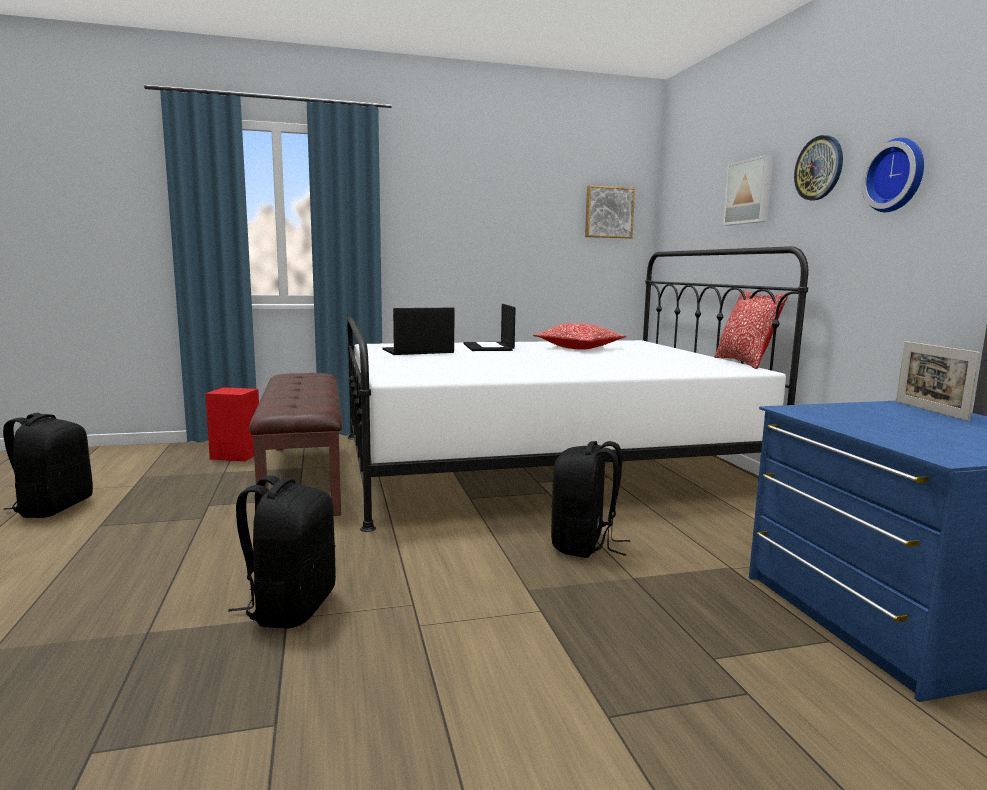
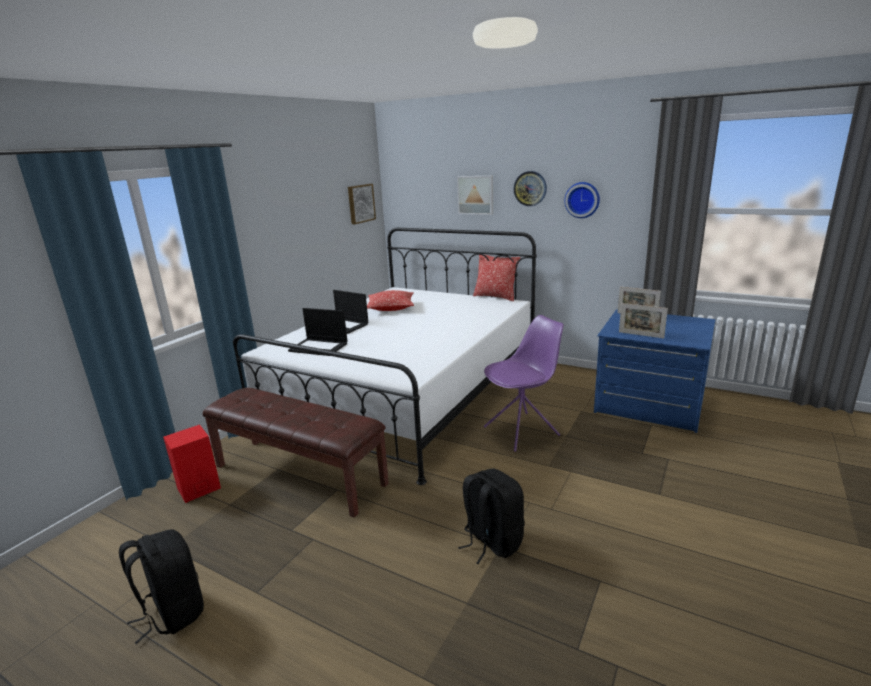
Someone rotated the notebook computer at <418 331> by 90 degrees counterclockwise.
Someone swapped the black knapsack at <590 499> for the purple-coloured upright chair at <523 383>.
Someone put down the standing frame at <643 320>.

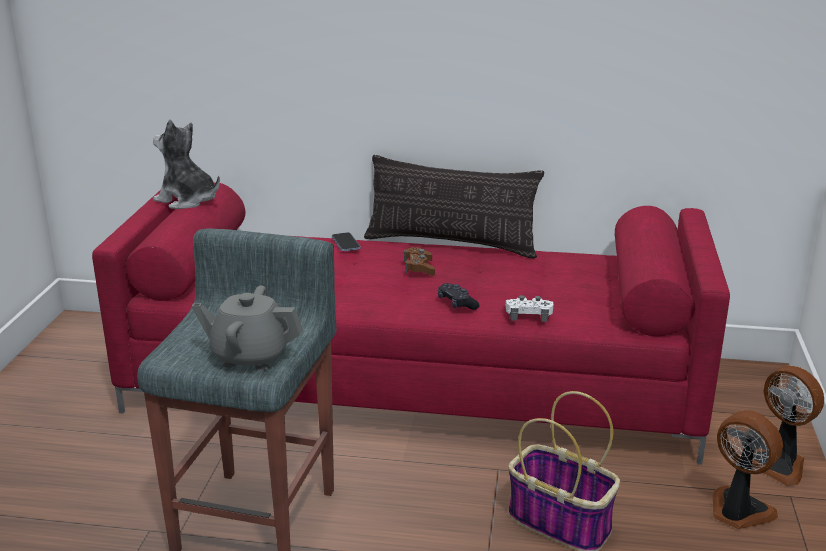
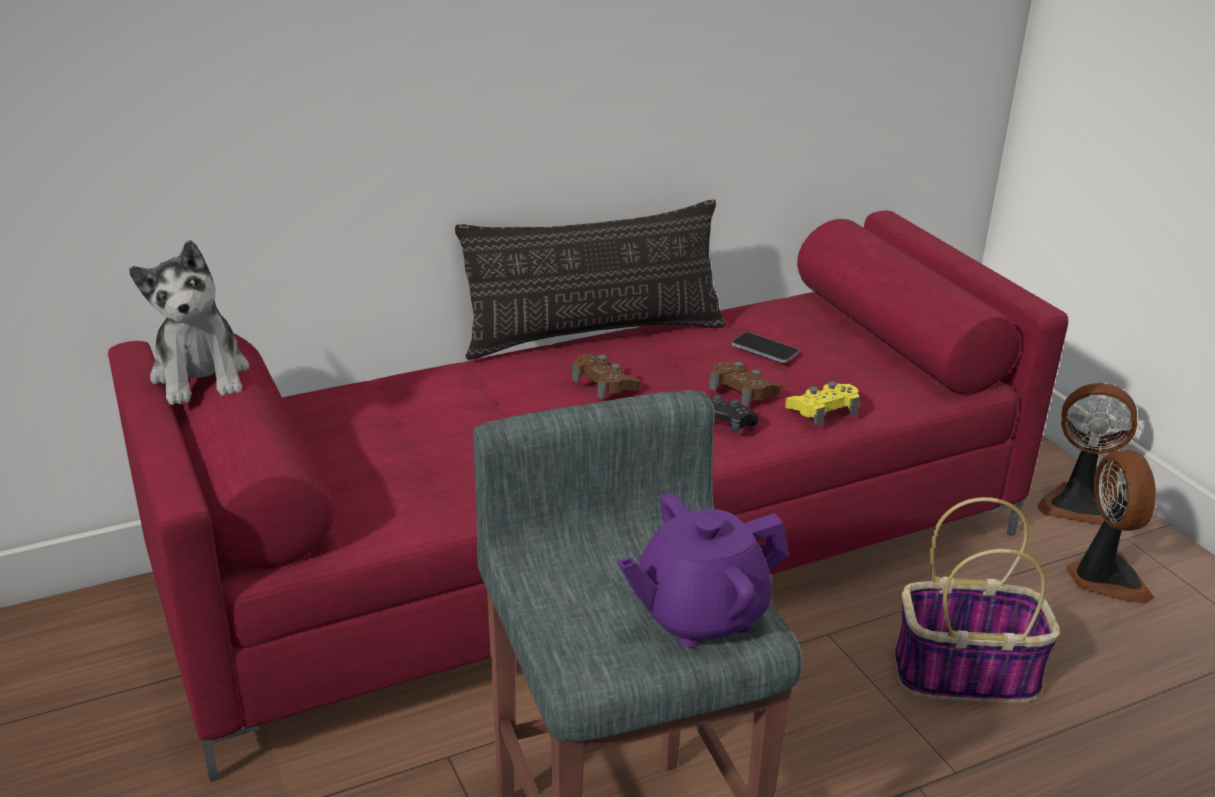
Someone rotated the soft toy at <186 164> by 105 degrees counterclockwise.
Someone carried the handset from <346 241> to <765 347>.
Someone repainted the grey teapot at <247 328>, which became the purple-coloured teapot at <703 570>.
Someone repainted the white-coloured game controller at <529 308>, which became the yellow-coloured game controller at <822 403>.
Someone rotated the fan at <748 469> by 75 degrees clockwise.
Someone put down the brown-coloured game controller at <745 384>.

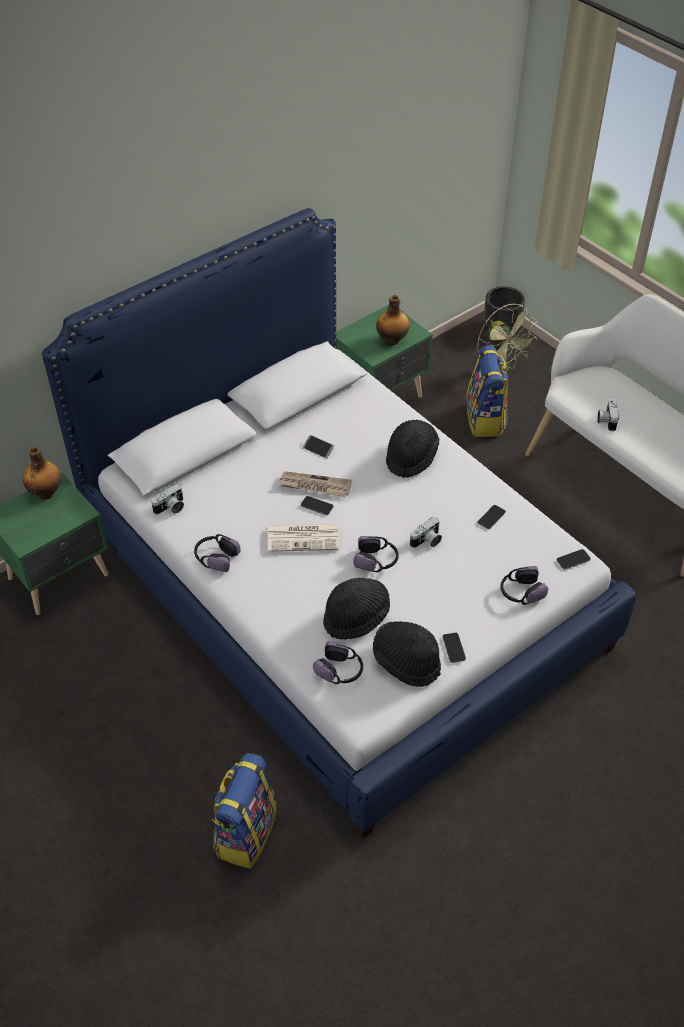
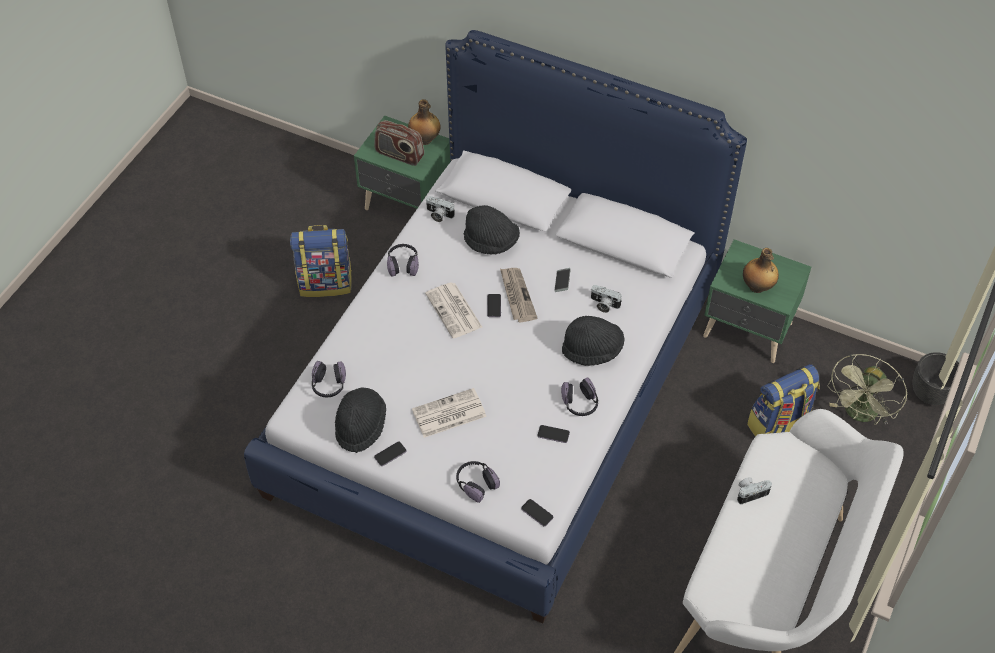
Someone carried the photo camera from <426 532> to <606 299>.
Someone carried the headphones from <376 554> to <579 396>.
Someone carried the black clothing hat from <356 609> to <492 230>.
Someone carried the knapsack from <244 811> to <321 261>.
Someone put down the radio set at <399 143>.
Someone put down the newspaper at <449 413>.

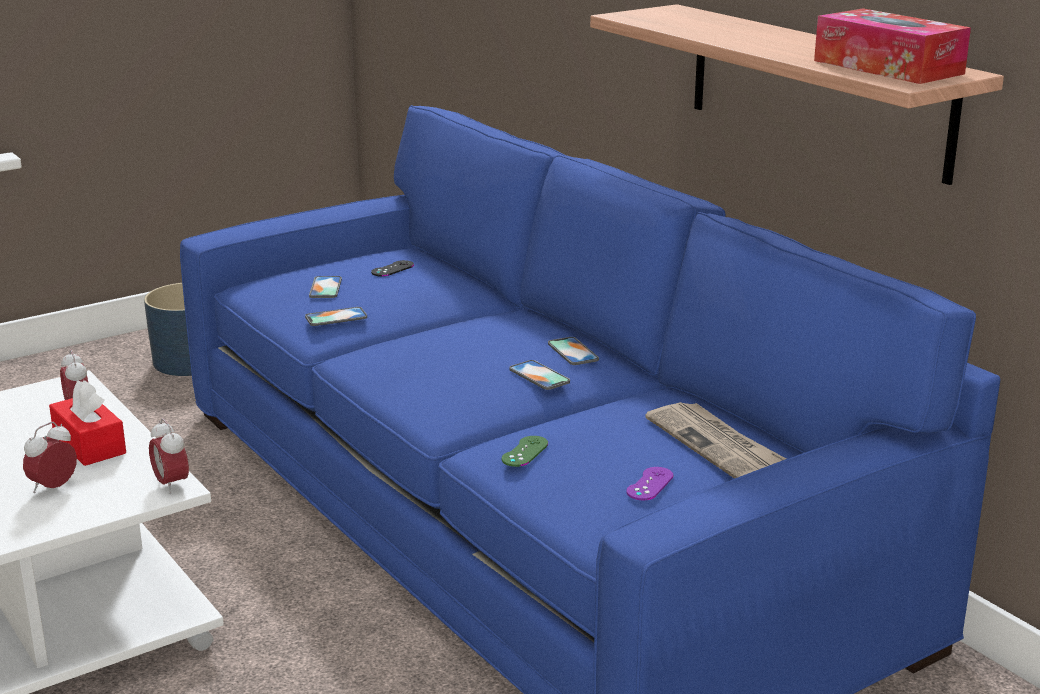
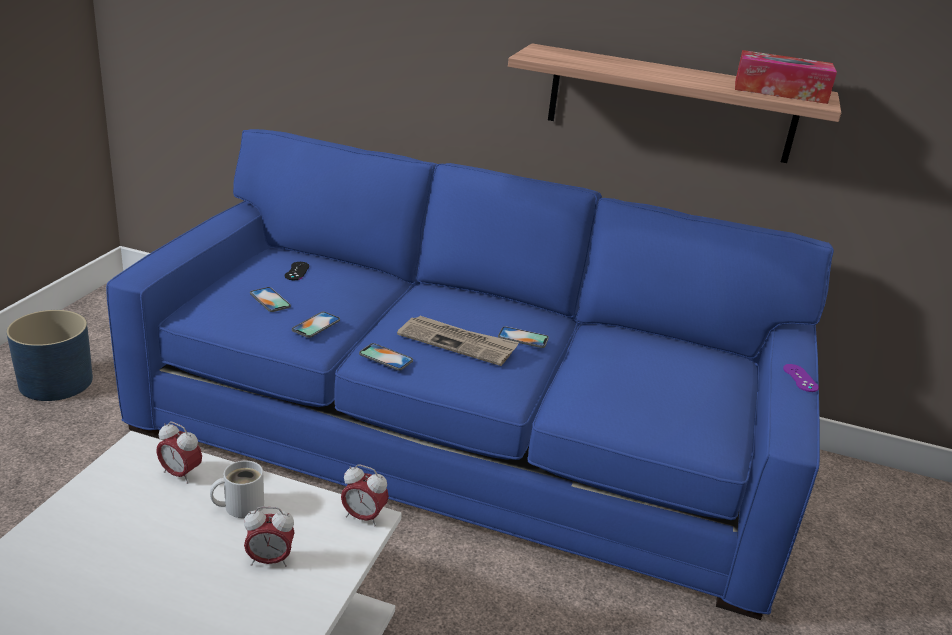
Someone carried the handset from <573 351> to <386 356>.
Someone swapped the reddish box of tissues at <87 423> for the white-coloured tea mug at <237 489>.
Someone carried the newspaper from <715 440> to <458 341>.
Someone rotated the bedside clock at <50 457> by 90 degrees counterclockwise.
Someone took away the green game controller at <525 451>.
Someone carried the purple-coloured game controller from <650 483> to <801 378>.

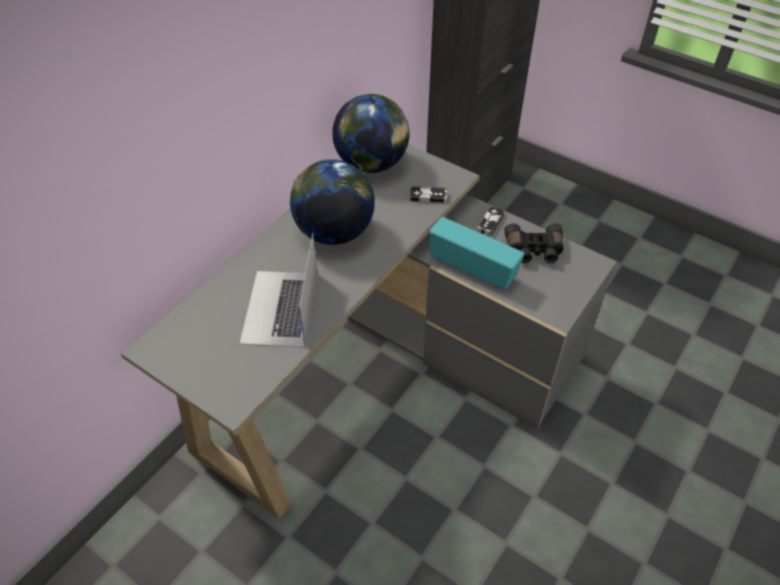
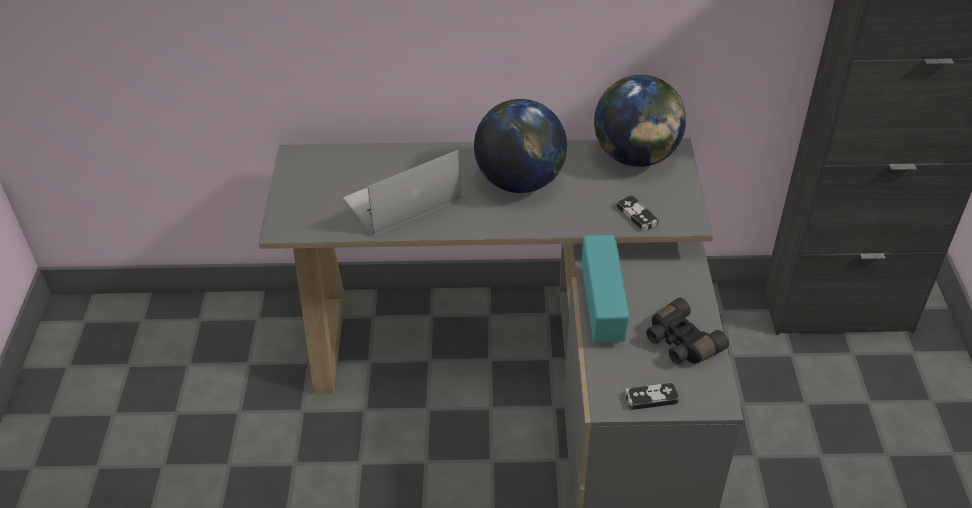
Someone carried the game controller from <491 221> to <652 396>.

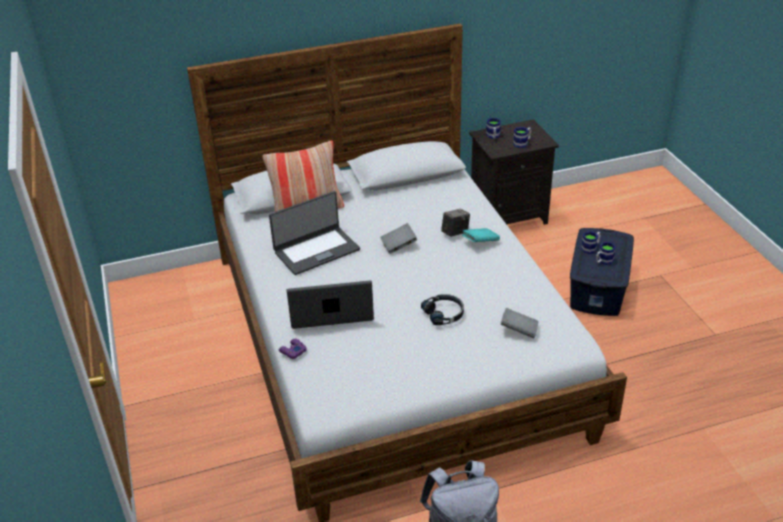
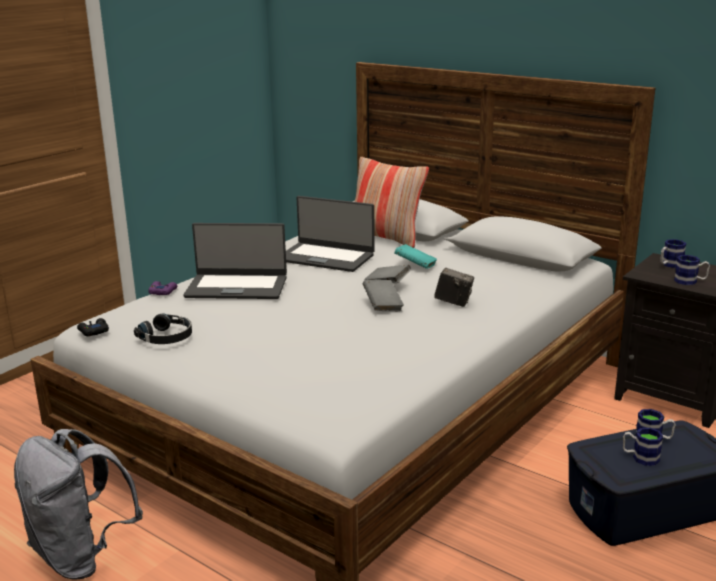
Someone carried the blue-green book from <481 235> to <415 256>.
Someone rotated the notebook computer at <330 304> by 135 degrees clockwise.
Someone carried the black headphones from <442 309> to <163 328>.
Someone carried the grey book from <520 323> to <383 295>.
Someone put down the black game controller at <93 327>.

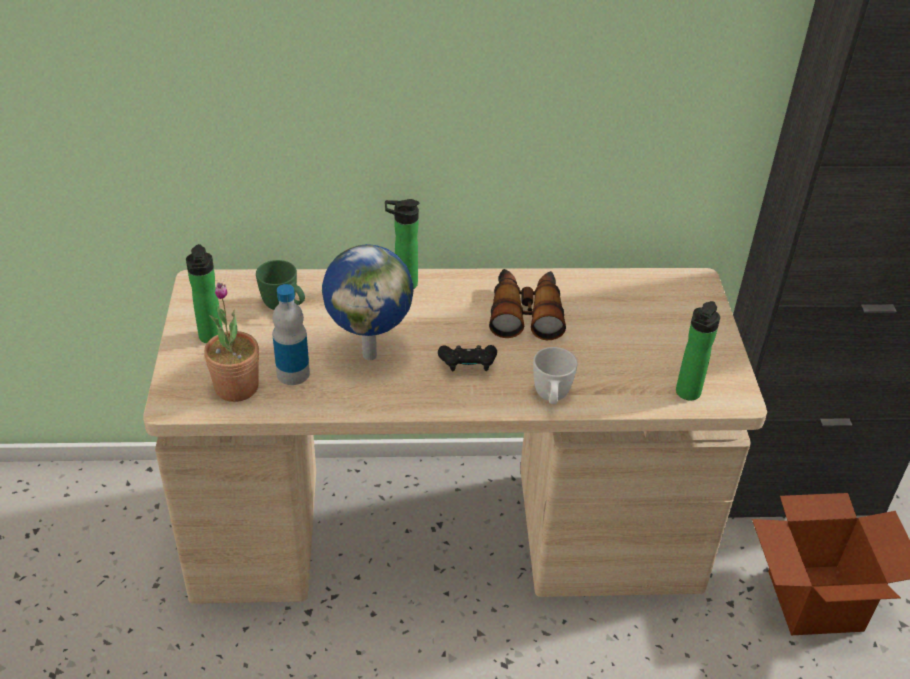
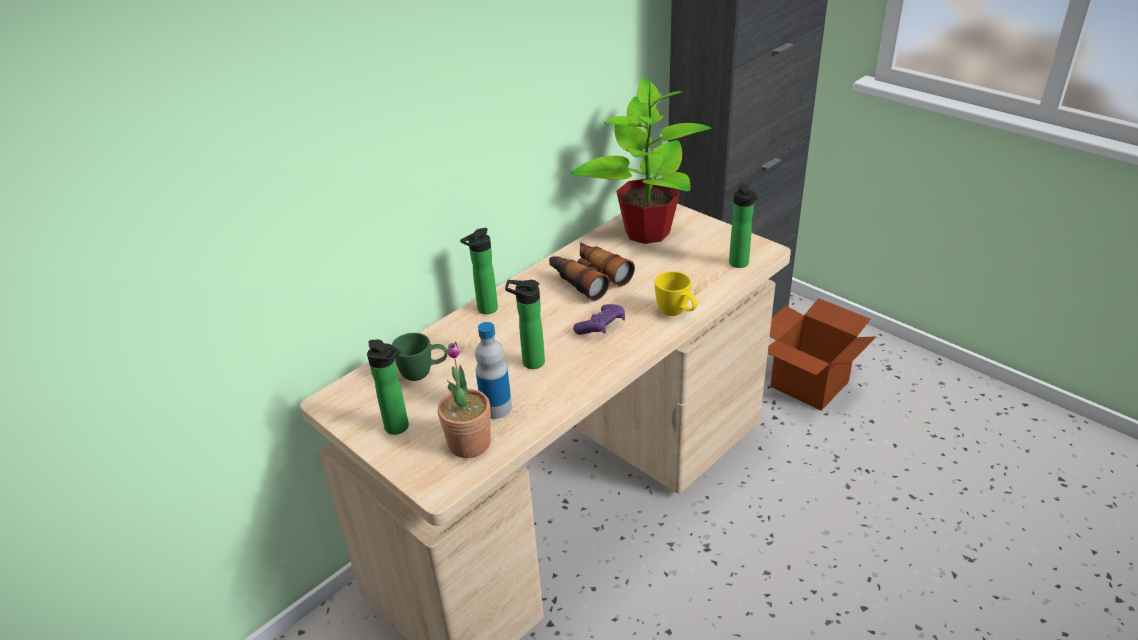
Someone swapped the world globe at <368 302> for the beverage bottle at <525 324>.
Someone repainted the black game controller at <467 358>, which became the purple-coloured game controller at <599 319>.
Someone repainted the white-coloured tea mug at <555 375>, which became the yellow-coloured tea mug at <676 293>.
Someone put down the potted plant at <640 160>.

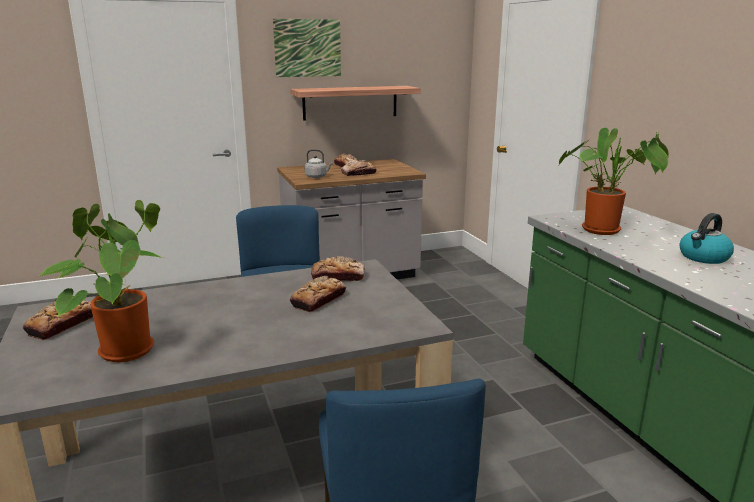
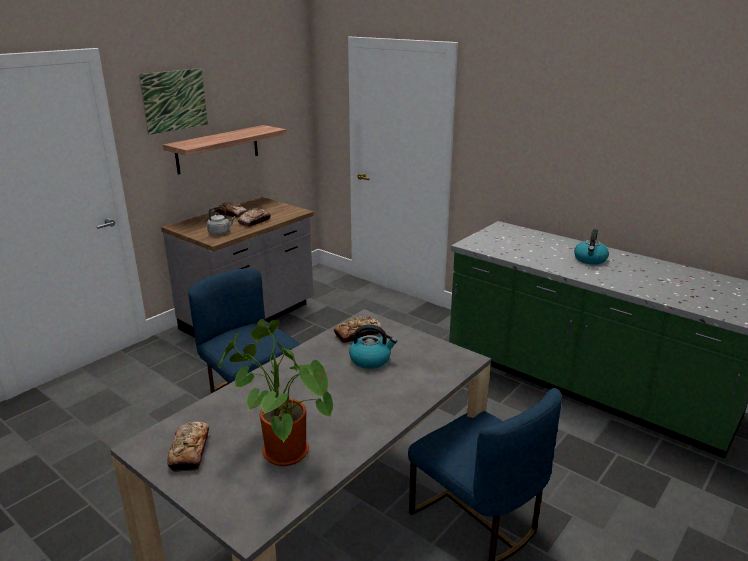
Someone took away the potted plant at <614 181>.
Someone swapped the baked bread at <318 294> for the kettle at <373 347>.

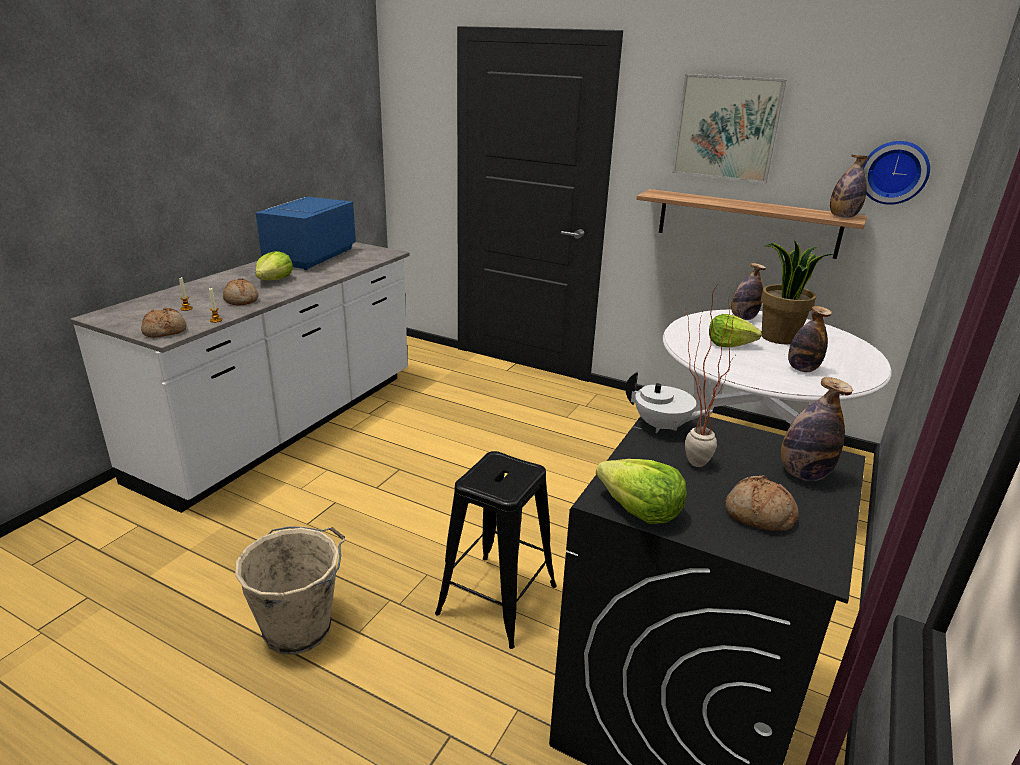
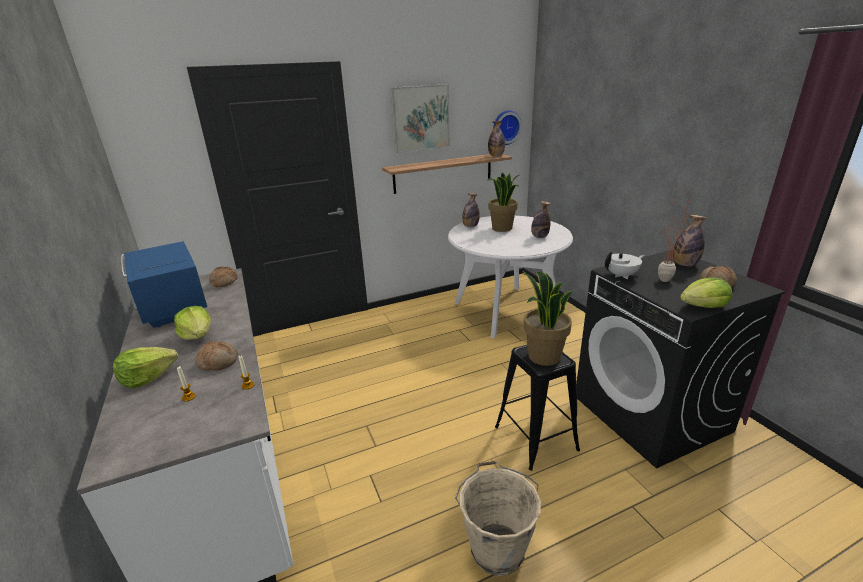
Someone carried the baked bread from <164 322> to <223 276>.
Someone carried the lettuce head from <735 330> to <145 367>.
Someone put down the potted plant at <548 318>.

